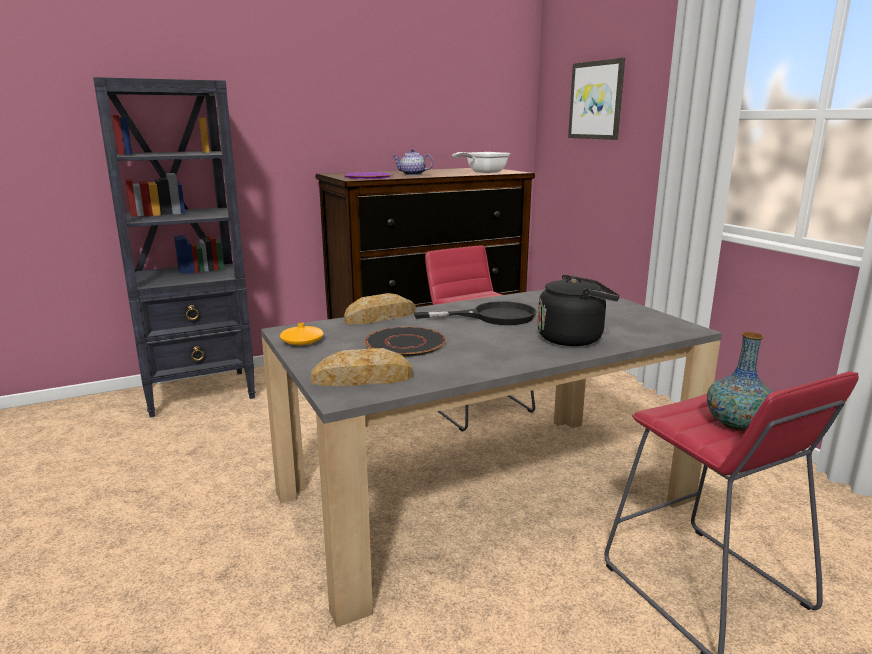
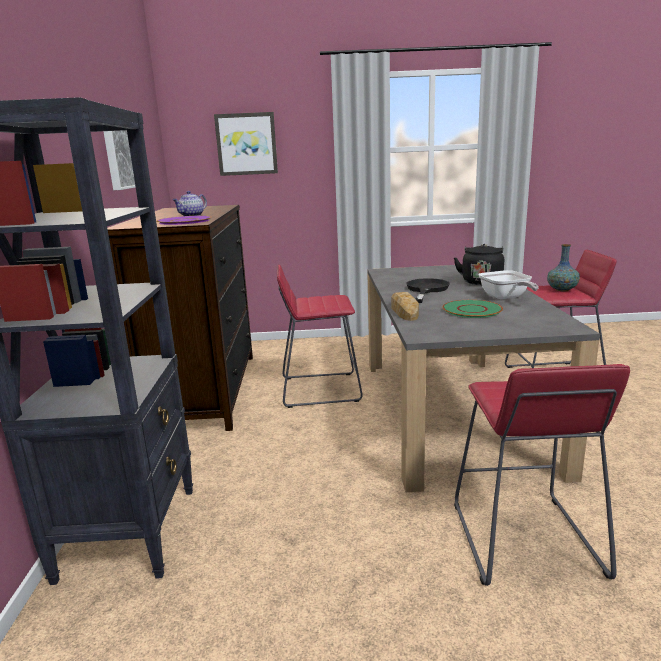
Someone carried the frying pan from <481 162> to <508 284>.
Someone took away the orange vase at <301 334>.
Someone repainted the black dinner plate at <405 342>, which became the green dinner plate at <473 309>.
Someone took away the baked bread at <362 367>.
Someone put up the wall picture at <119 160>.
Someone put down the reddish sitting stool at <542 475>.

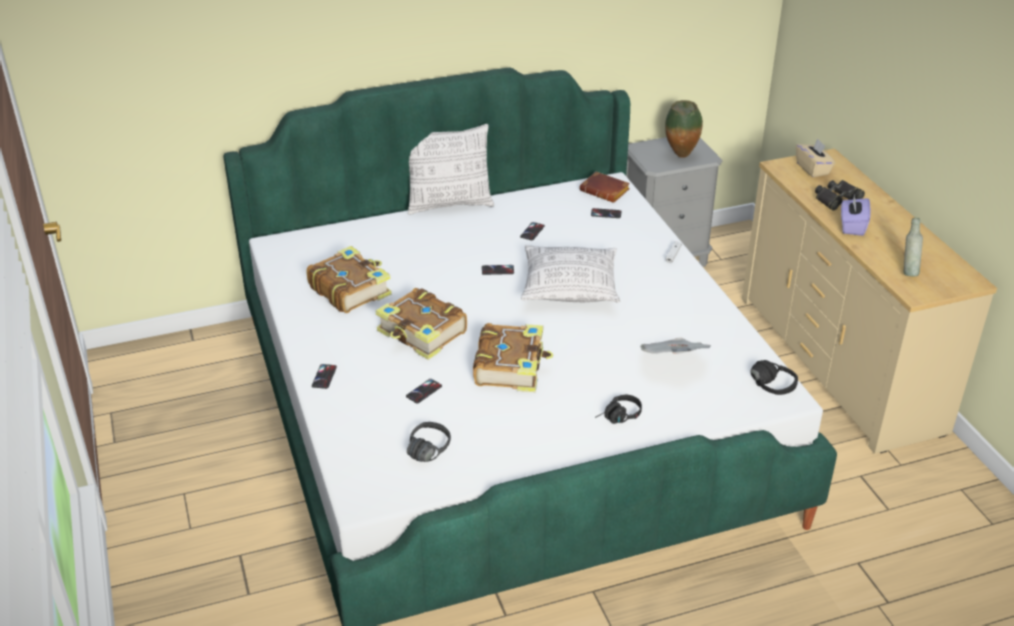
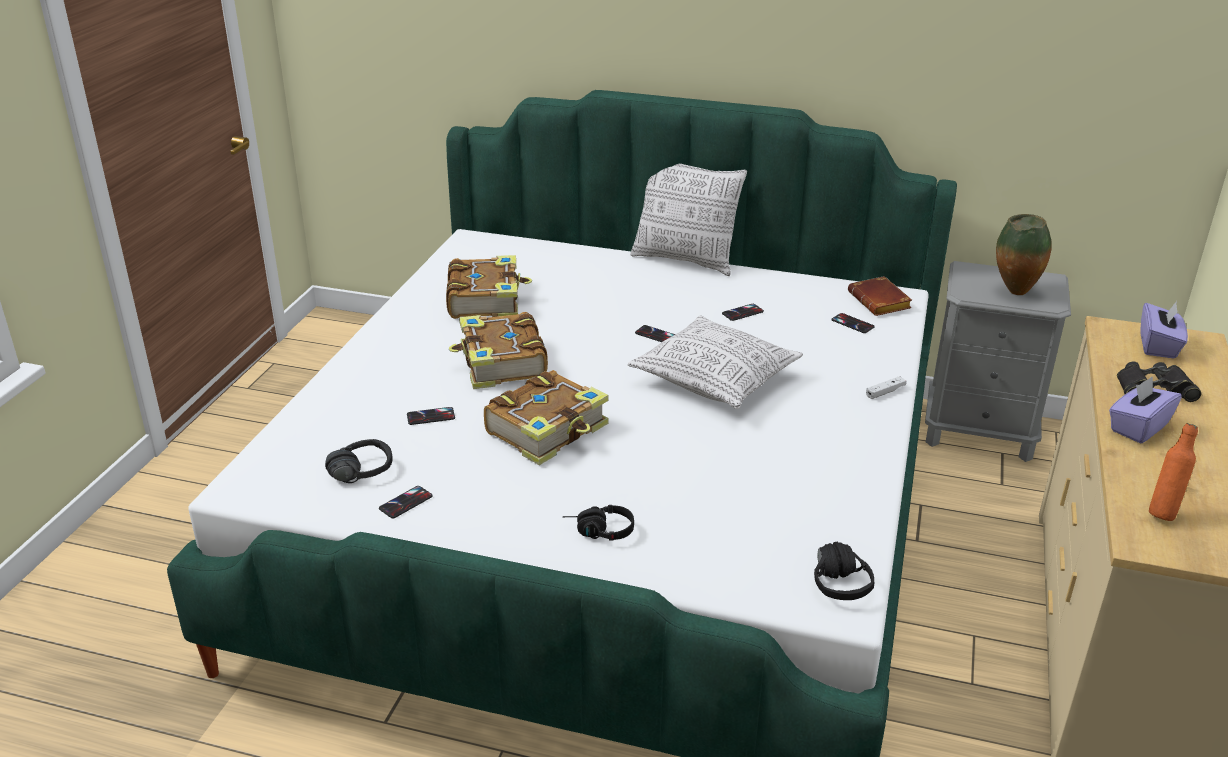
Someone repainted the beige-coloured box of tissues at <815 158>, which became the purple-coloured box of tissues at <1164 330>.
Someone repainted the grey beverage bottle at <913 246>, which became the orange beverage bottle at <1173 472>.
Someone took away the newspaper at <675 346>.
Someone carried the handset from <324 376> to <406 502>.

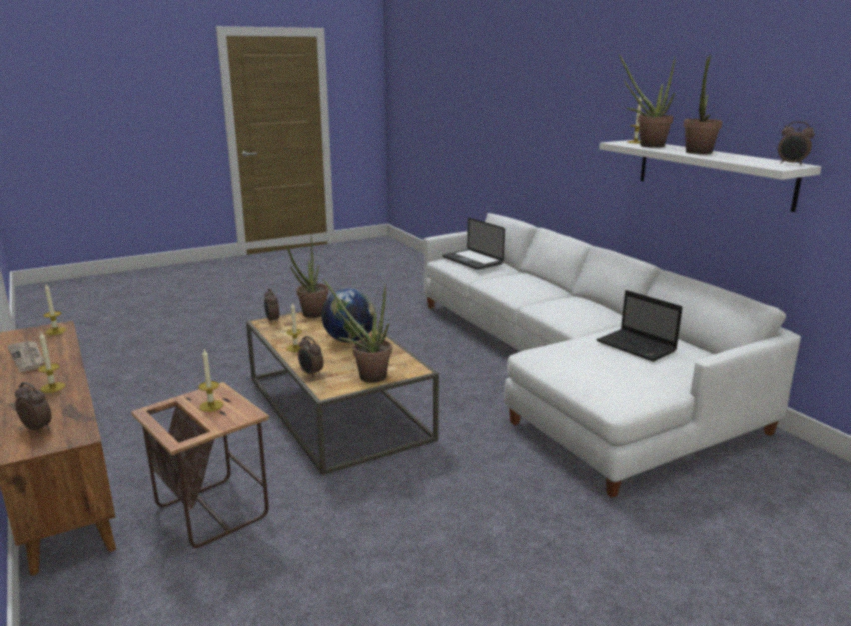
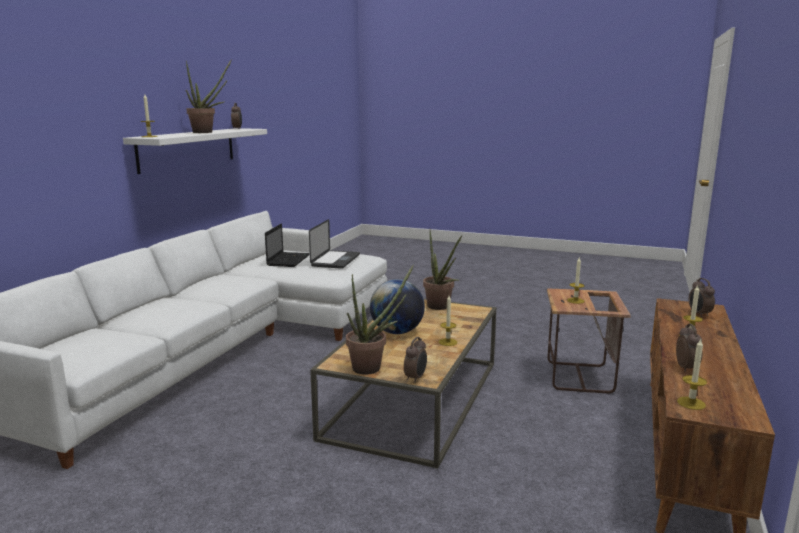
Someone took away the potted plant at <647 101>.
Someone carried the notebook computer from <474 244> to <334 244>.
Someone carried the bedside clock from <310 357> to <689 348>.
Someone took away the newspaper at <26 356>.

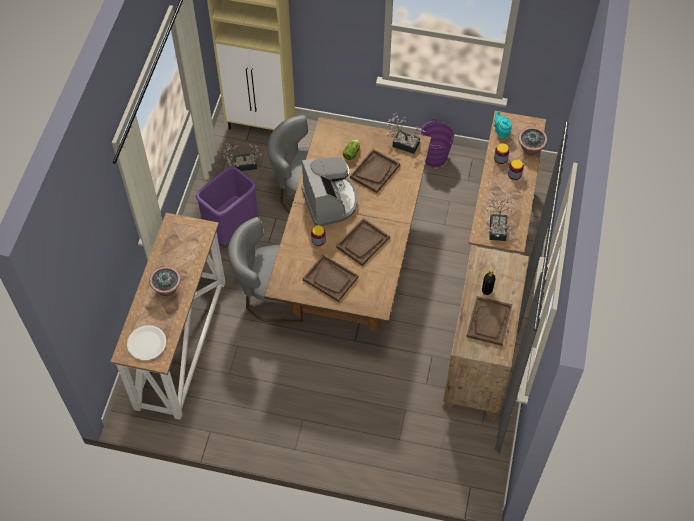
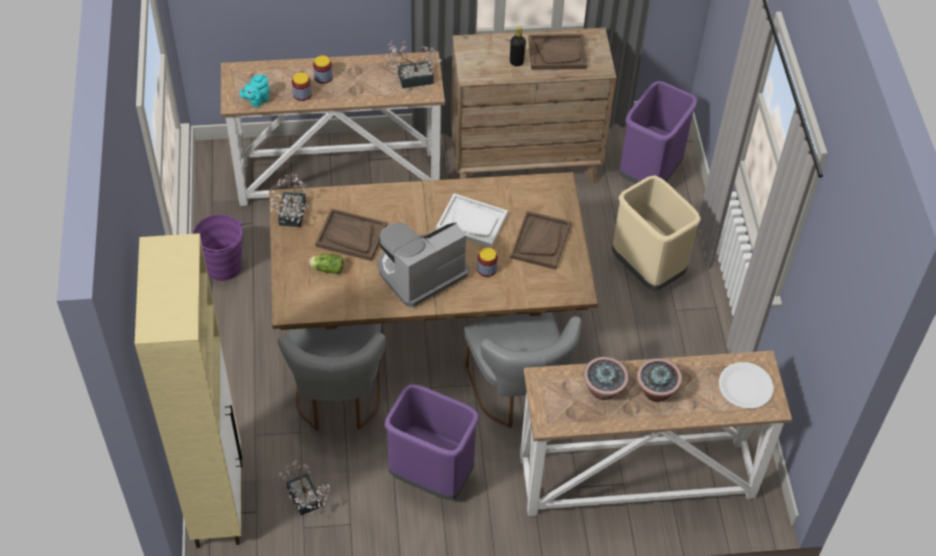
Someone carried the potted plant from <532 141> to <606 378>.
Someone repainted the brown-coloured tray at <363 242>, which became the white-coloured tray at <472 220>.
Someone put down the purple-coloured waste bin at <658 132>.
Someone put down the beige-coloured waste bin at <656 233>.

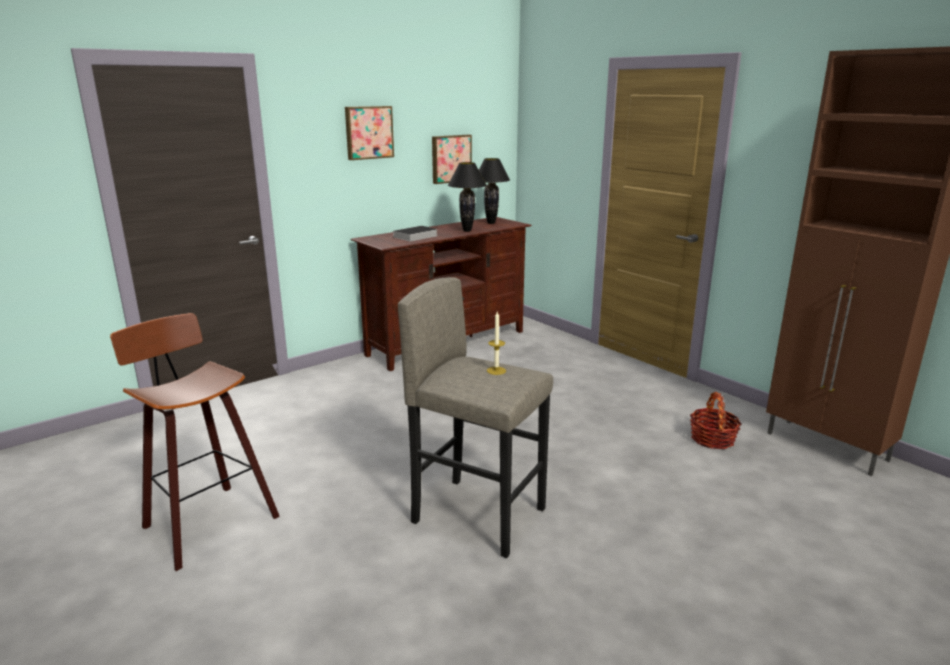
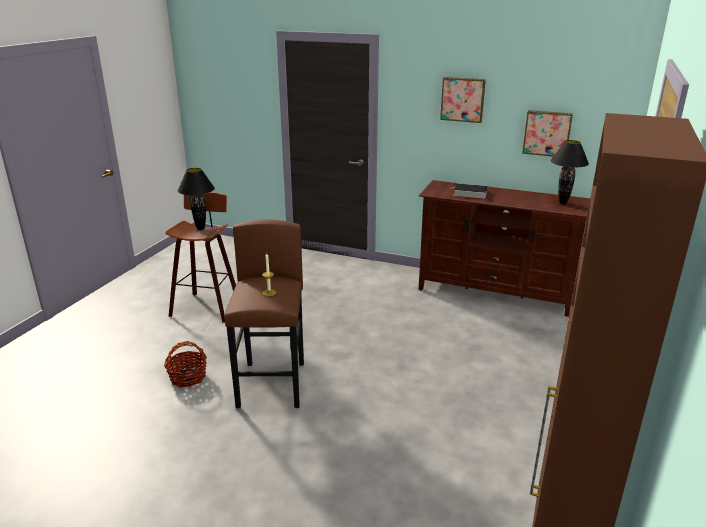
Someone carried the black lamp for a table from <467 197> to <196 199>.
Someone repainted the grey sitting stool at <475 417>, which became the brown-coloured sitting stool at <264 313>.
Someone carried the household basket from <716 420> to <185 364>.

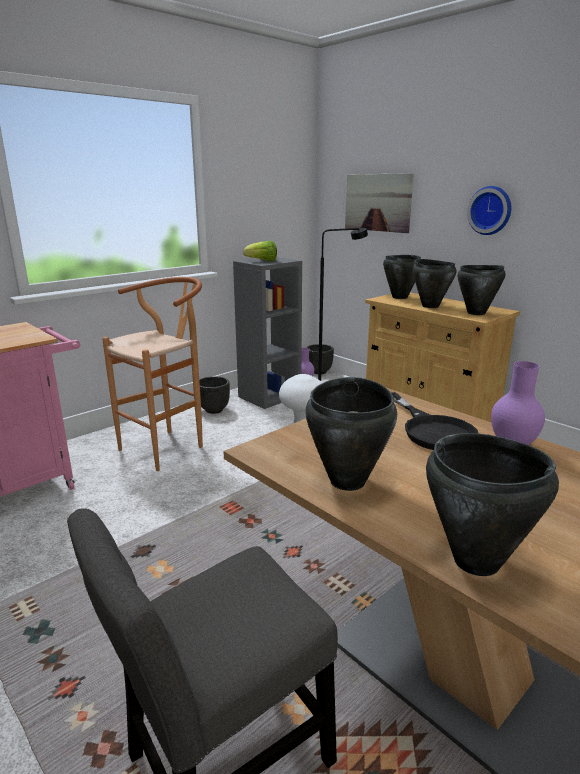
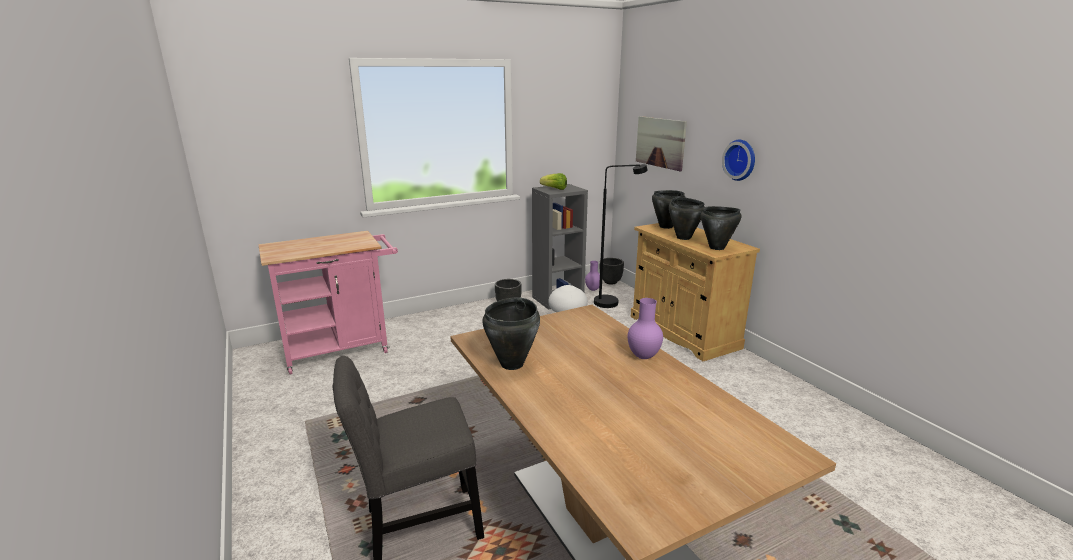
Someone took away the brown-coloured sitting stool at <152 374>.
Someone took away the black frying pan at <435 421>.
Someone took away the black saucepot at <492 504>.

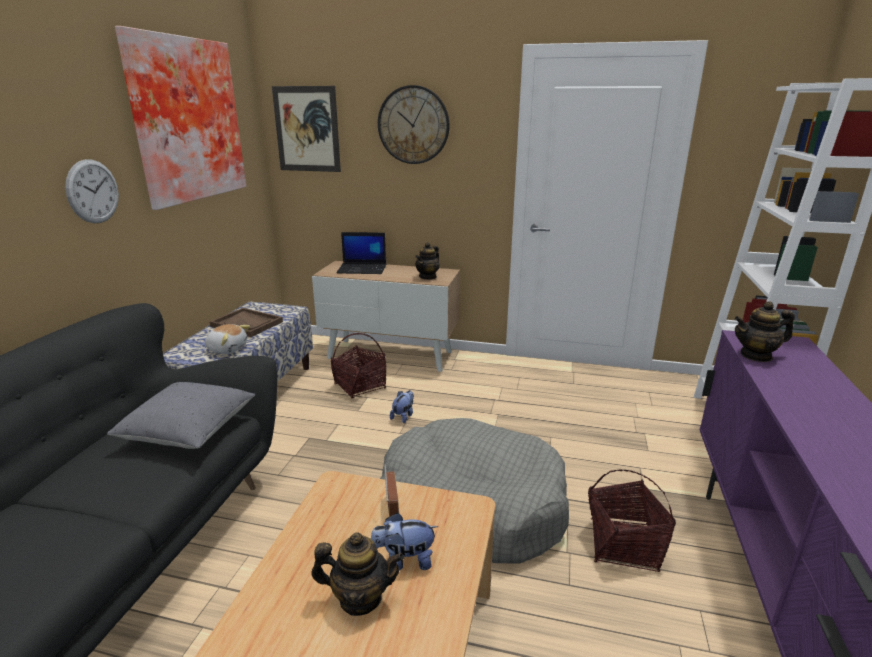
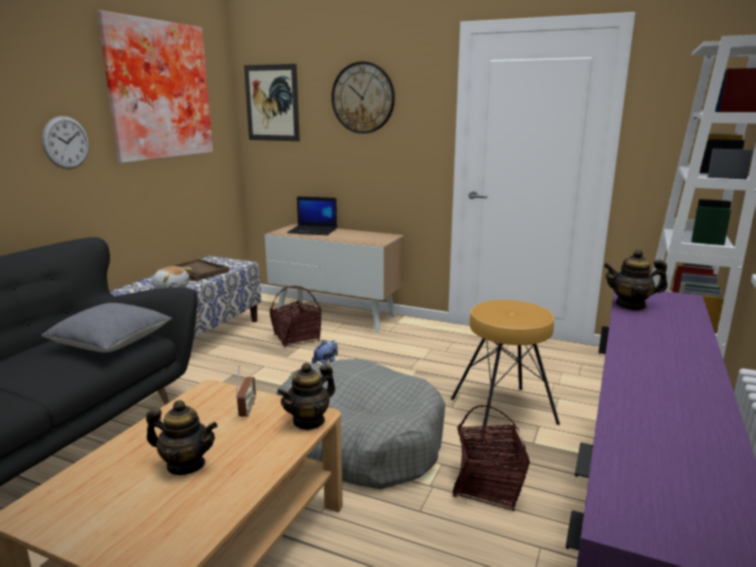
Someone carried the teapot from <427 261> to <306 396>.
Someone took away the soft toy at <404 541>.
Someone put down the brown-coloured sitting stool at <505 369>.

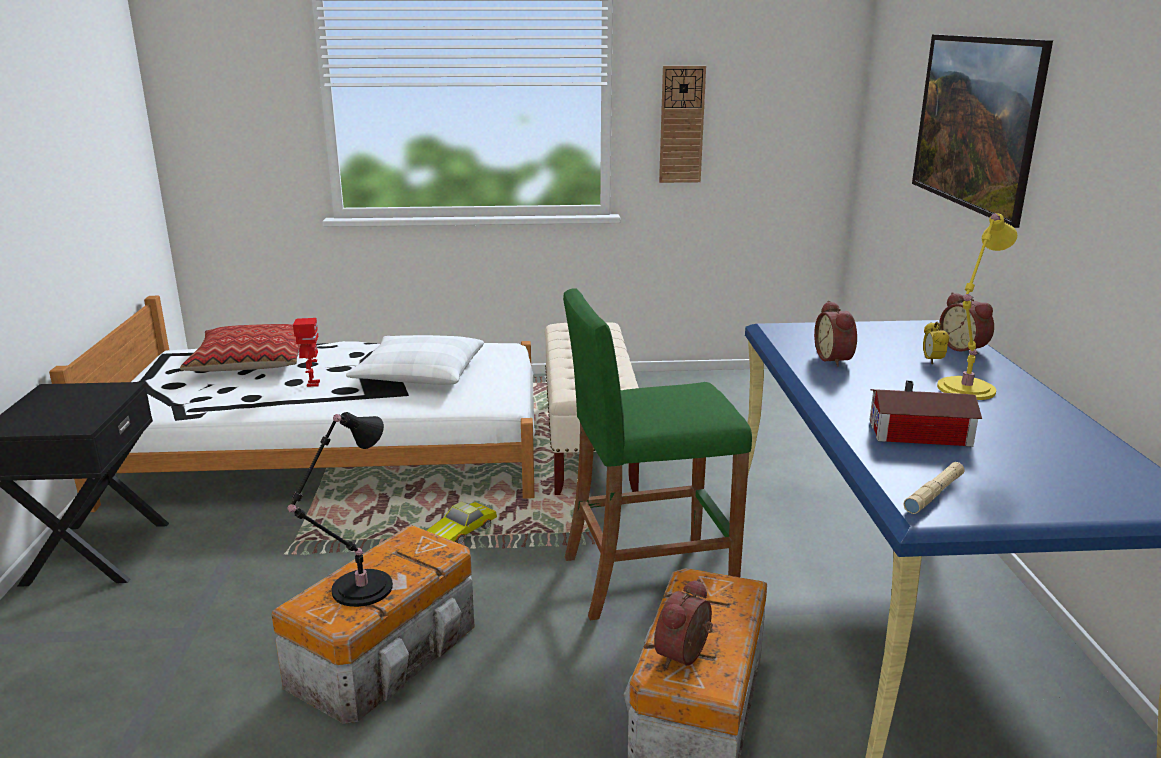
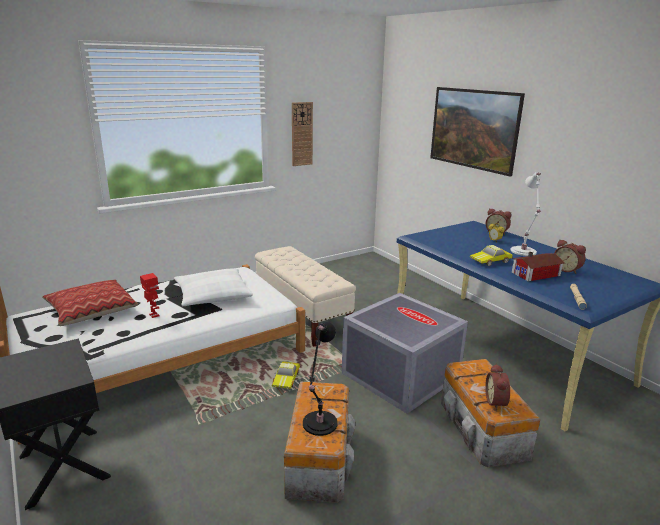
Someone repainted the yellow-coloured lamp for a table at <977 306>, which became the white-coloured lamp for a table at <525 214>.
Someone swapped the green sitting stool at <657 454> for the grey storage box at <405 353>.
Someone carried the bedside clock from <835 334> to <570 257>.
Someone put down the model car at <491 255>.

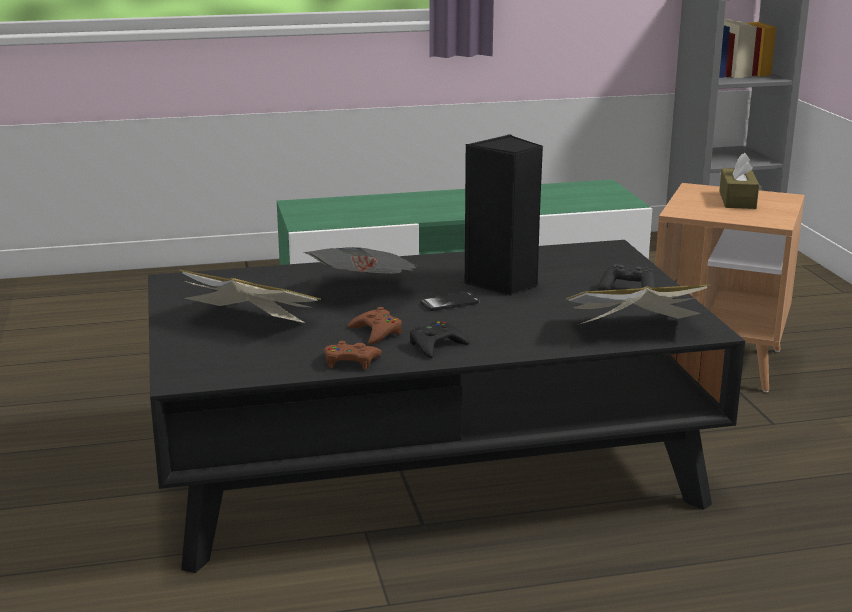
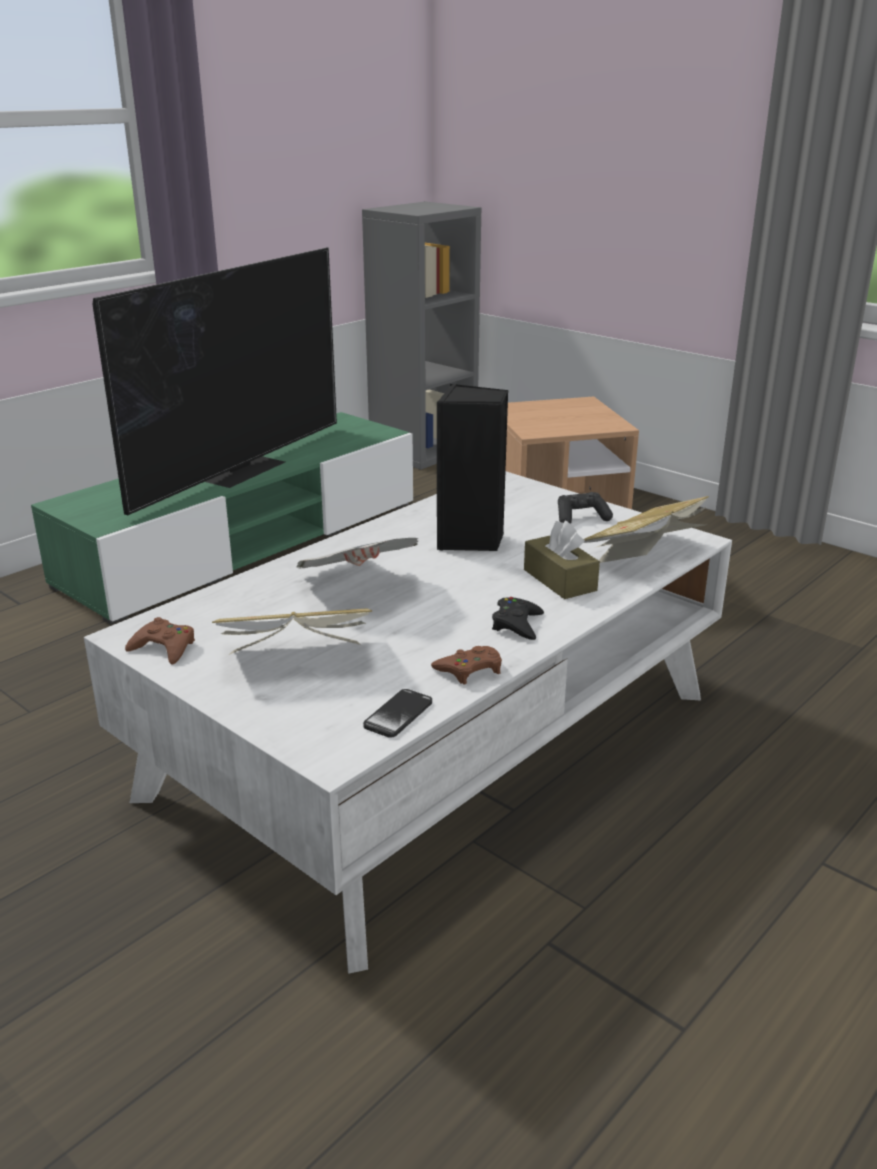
Someone carried the brown-coloured box of tissues from <739 181> to <562 560>.
Someone repainted the black low table at <446 406>, which became the white-coloured low table at <408 722>.
Someone carried the handset from <449 301> to <397 713>.
Someone carried the brown-coloured game controller from <375 326> to <160 641>.
Someone put down the television at <214 381>.

